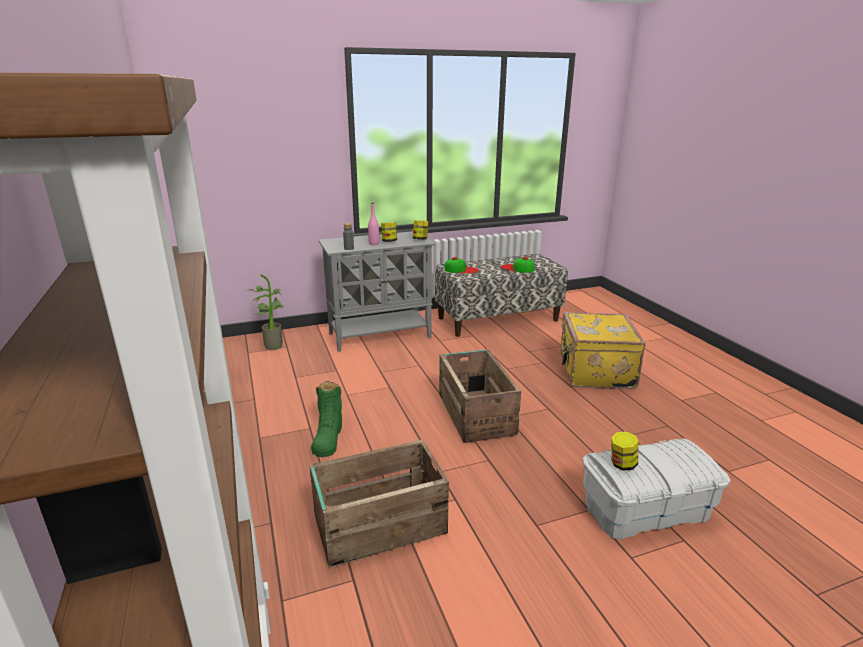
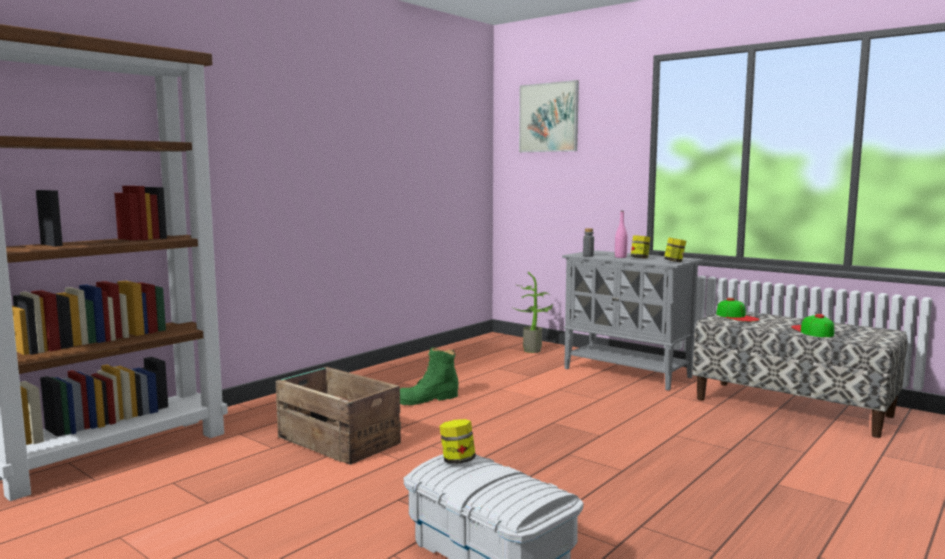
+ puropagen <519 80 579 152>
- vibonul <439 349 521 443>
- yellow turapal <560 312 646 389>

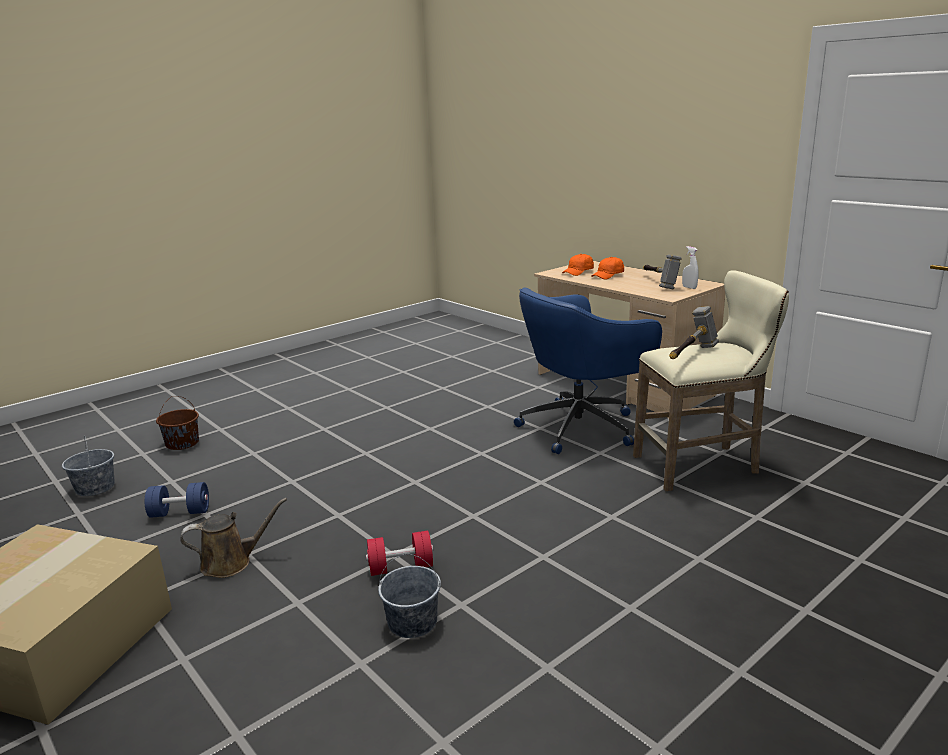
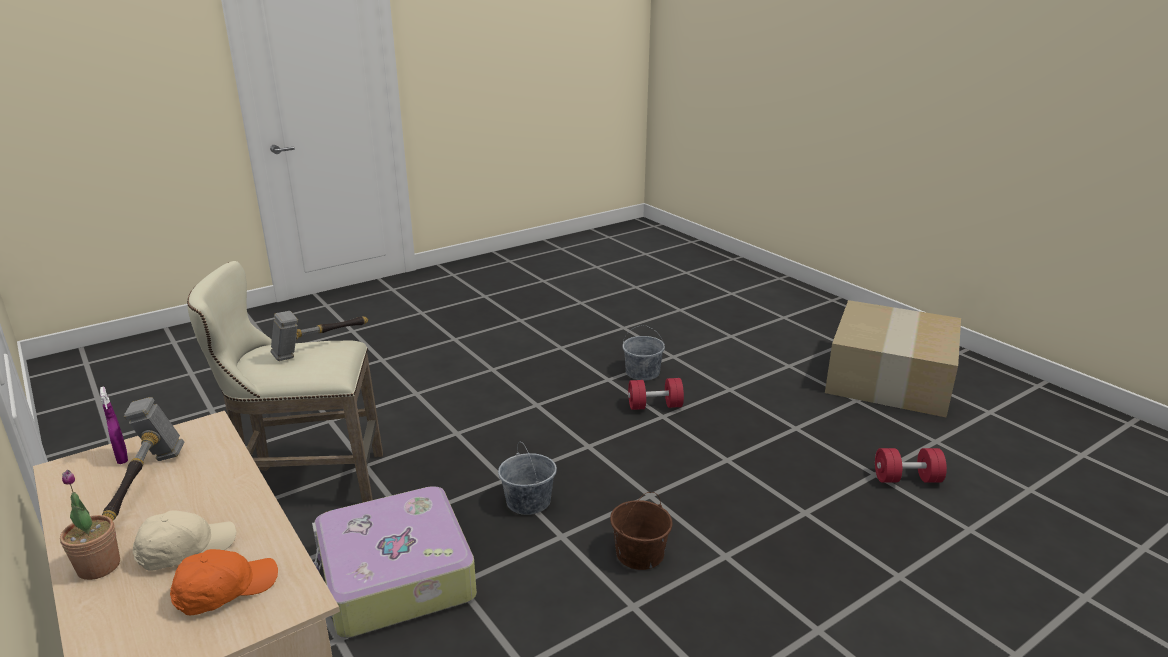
+ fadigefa <60 470 120 580>
~ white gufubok <682 246 699 289> to purple gufubok <100 387 128 464>
~ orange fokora <591 257 624 280> to beige fokora <133 510 236 571>
~ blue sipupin <514 287 662 454> to turapal <312 486 477 638>
~ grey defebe <62 436 115 496> to <498 442 557 515>
~ brown defebe <156 396 199 450> to <610 492 672 570>
~ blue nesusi <145 482 209 518> to red nesusi <875 448 947 483>
- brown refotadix <180 498 287 578>

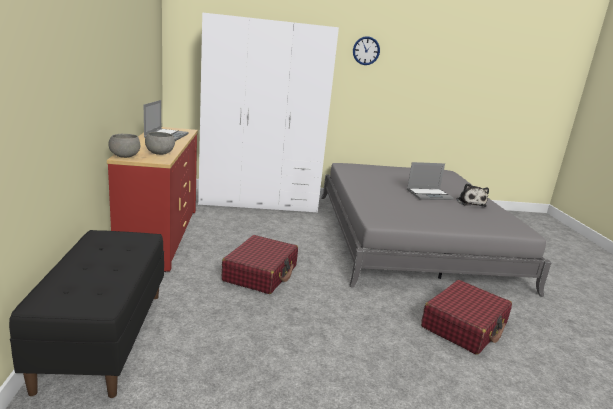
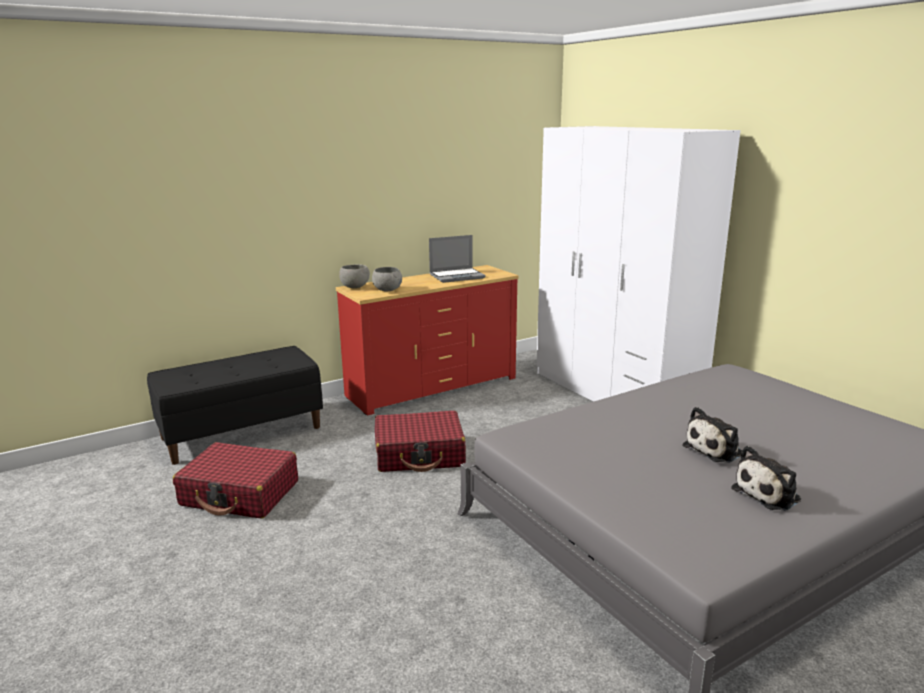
~ red turapal <421 280 512 355> to <173 442 298 519>
~ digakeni <407 162 453 200> to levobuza <683 407 742 463>
- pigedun <353 36 380 65>

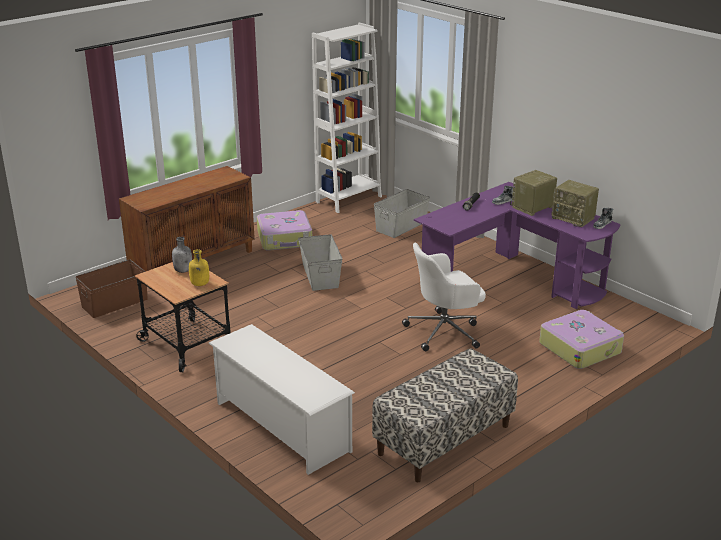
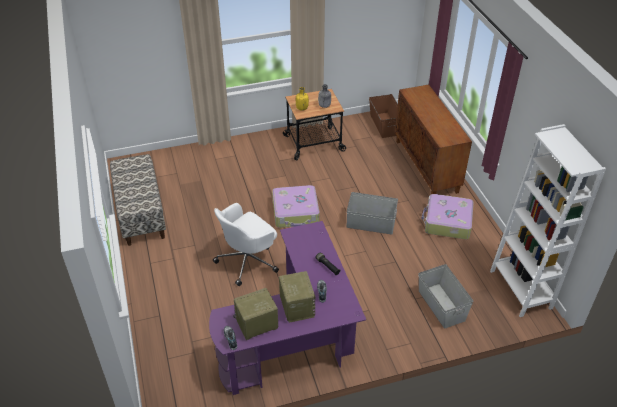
~ white sipupin <402 243 486 352> = <213 203 279 286> 135 degrees counterclockwise
~ turapal <539 310 624 369> to <272 185 320 228>
- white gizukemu <209 324 355 475>

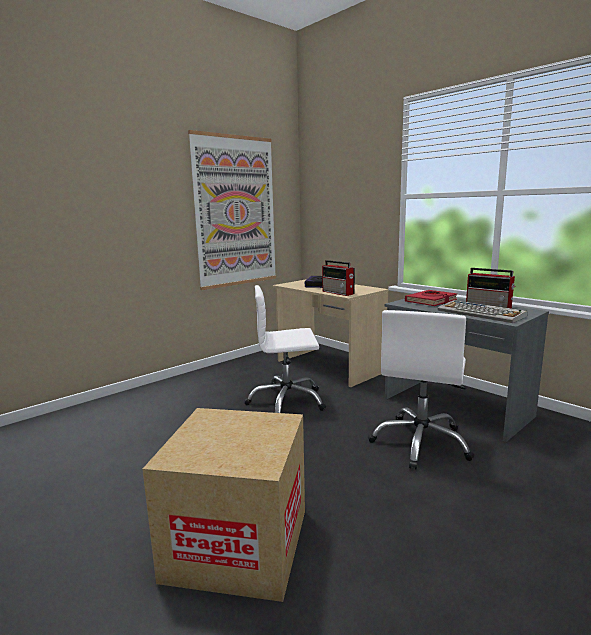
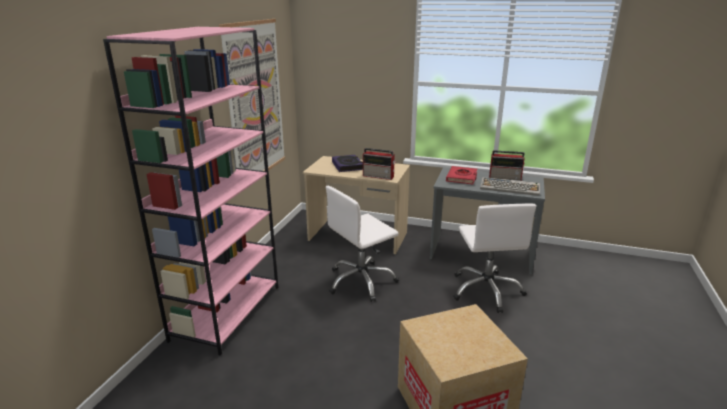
+ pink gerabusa <103 27 278 356>

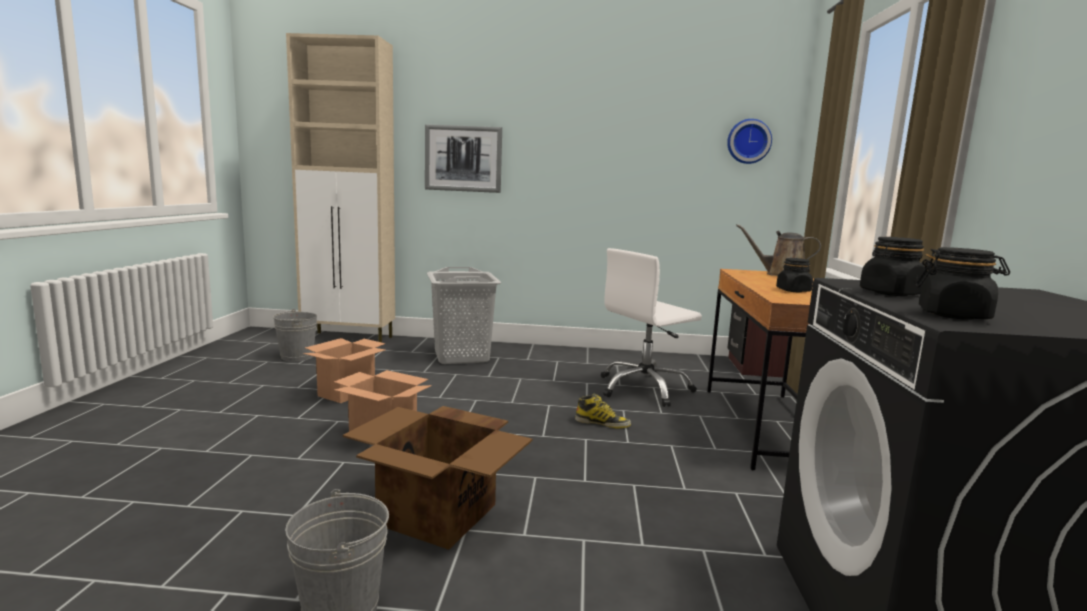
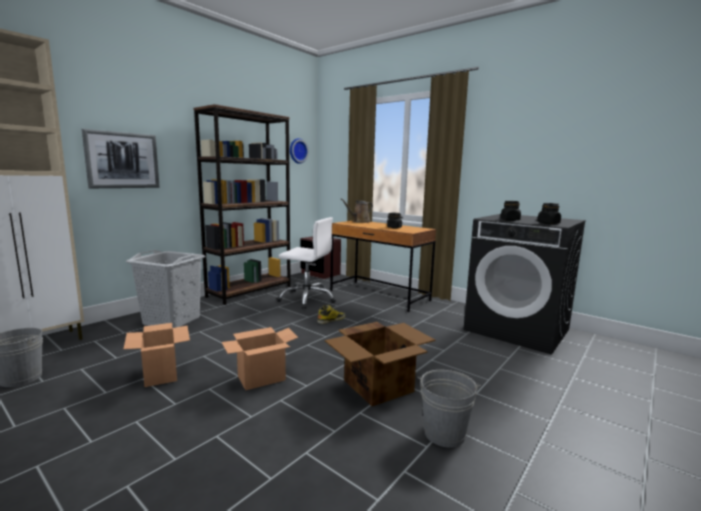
+ brown gerabusa <194 104 291 305>
~ white sipupin <601 248 702 407> = <277 217 336 309> 75 degrees counterclockwise

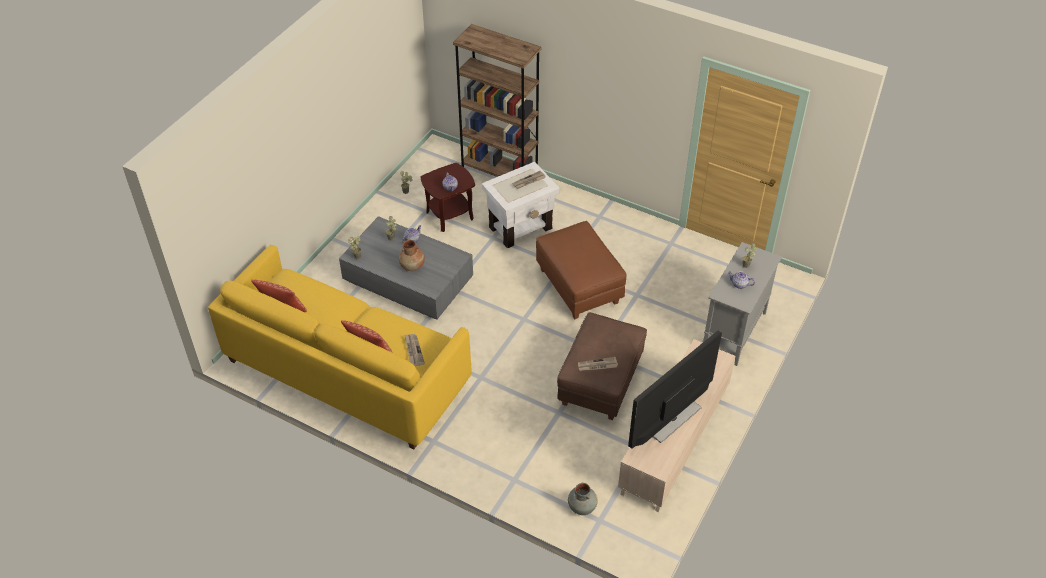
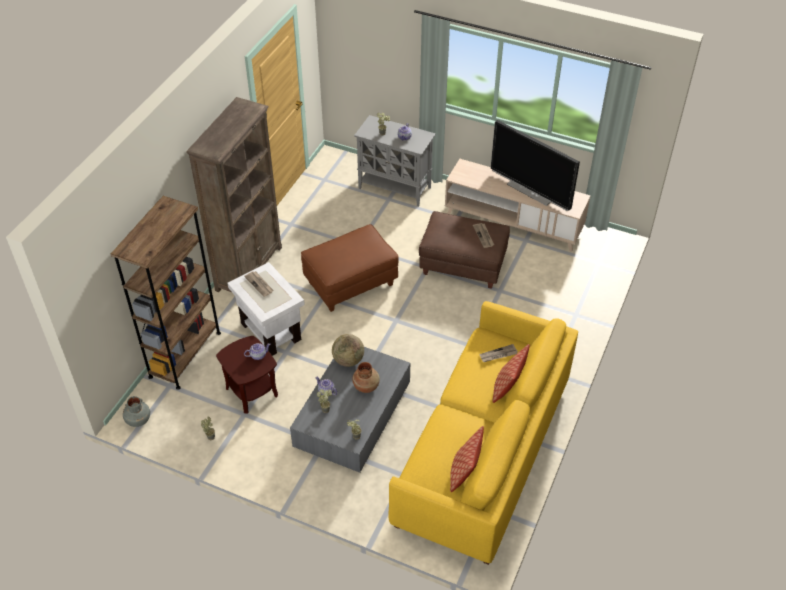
~ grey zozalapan <568 483 597 515> to <123 396 150 427>
+ brown gerabusa <187 97 282 292>
+ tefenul <332 334 364 367>

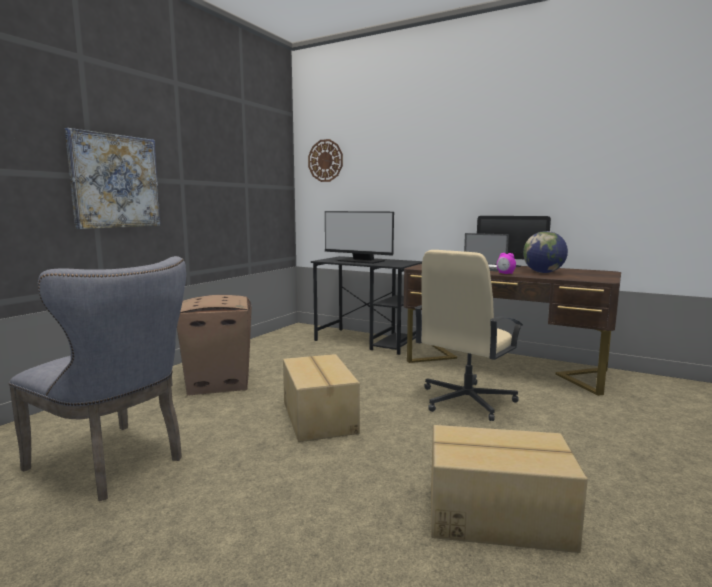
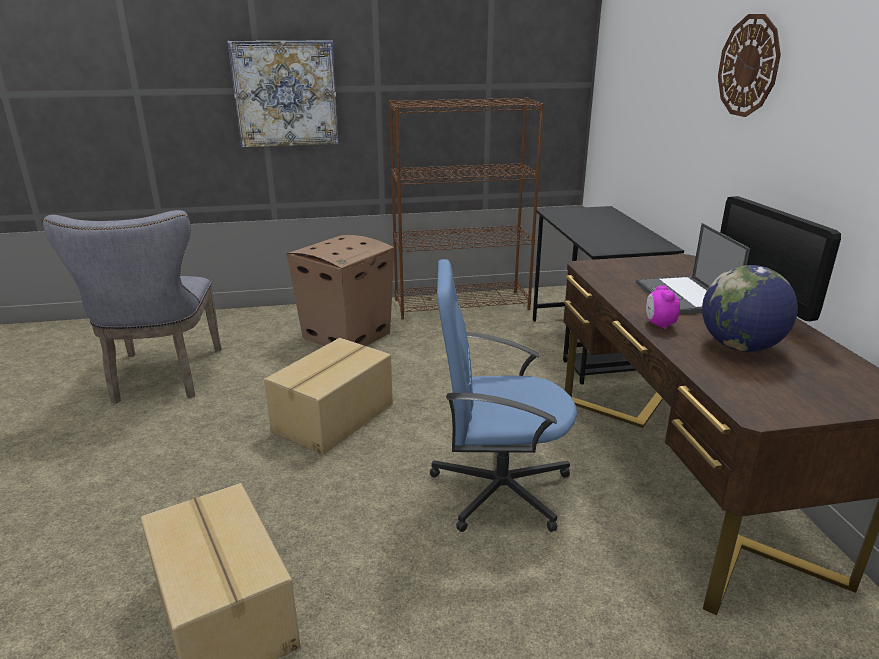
+ brown gerabusa <389 97 544 319>
~ beige sipupin <414 250 523 421> to blue sipupin <429 259 577 532>
~ pigedun <308 139 343 182> to <718 14 781 117>
- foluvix <325 211 394 264>

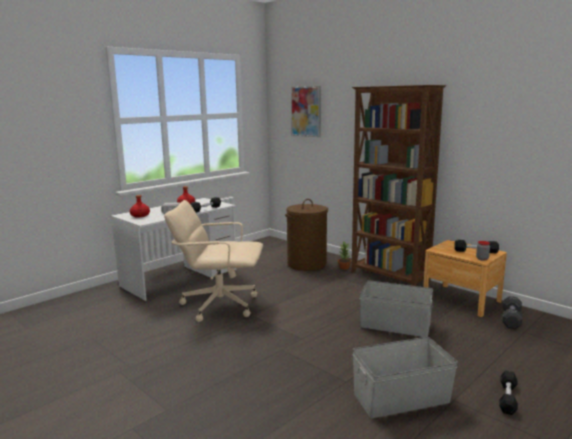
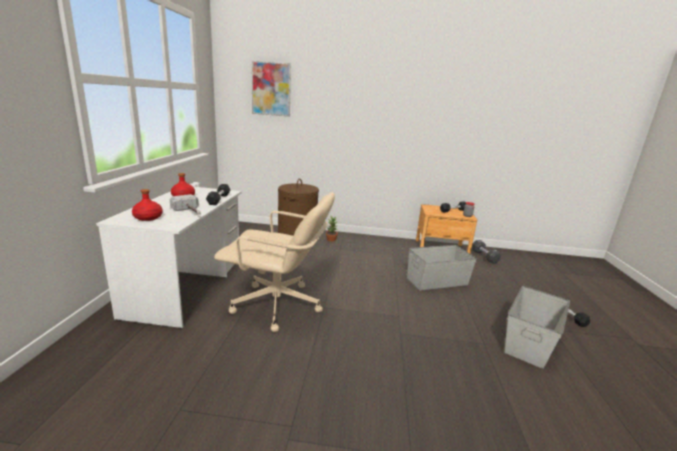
~ beige sipupin <164 200 263 322> = <214 193 335 332> 135 degrees counterclockwise
- brown gerabusa <351 85 446 286>

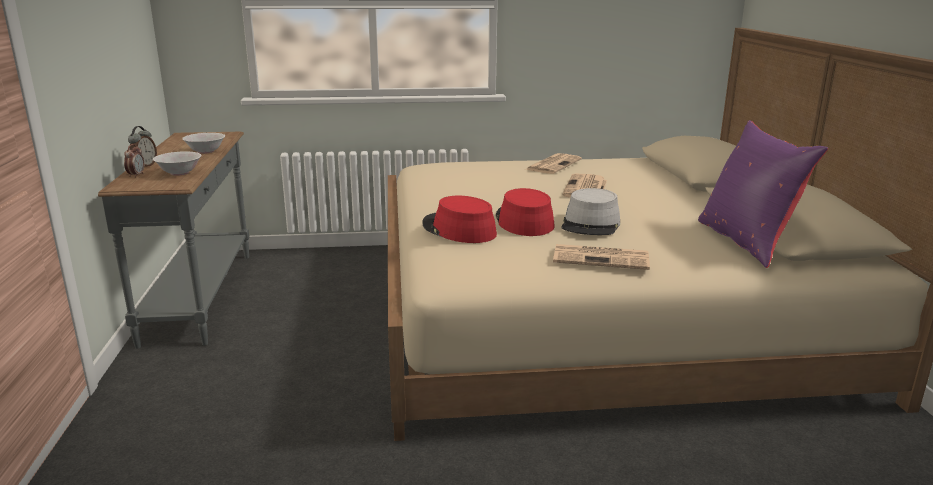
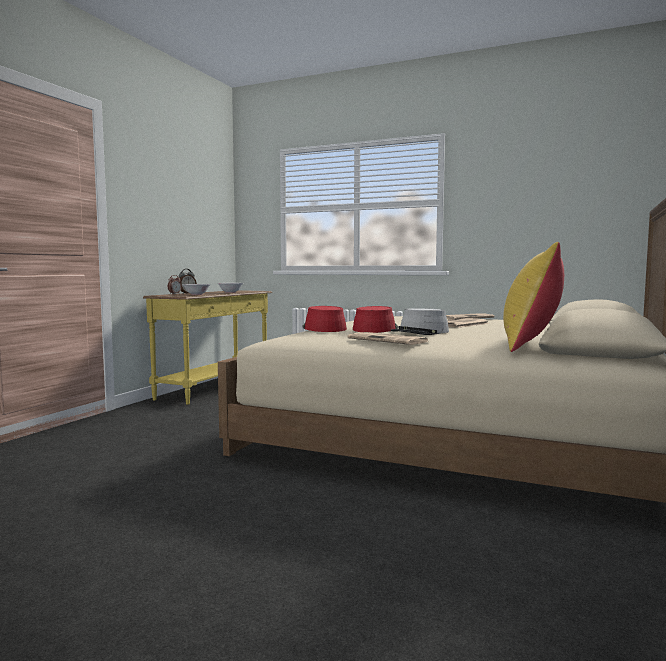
~ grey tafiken <98 132 249 349> to yellow tafiken <143 290 272 405>
~ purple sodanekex <698 120 828 268> to yellow sodanekex <503 242 564 352>

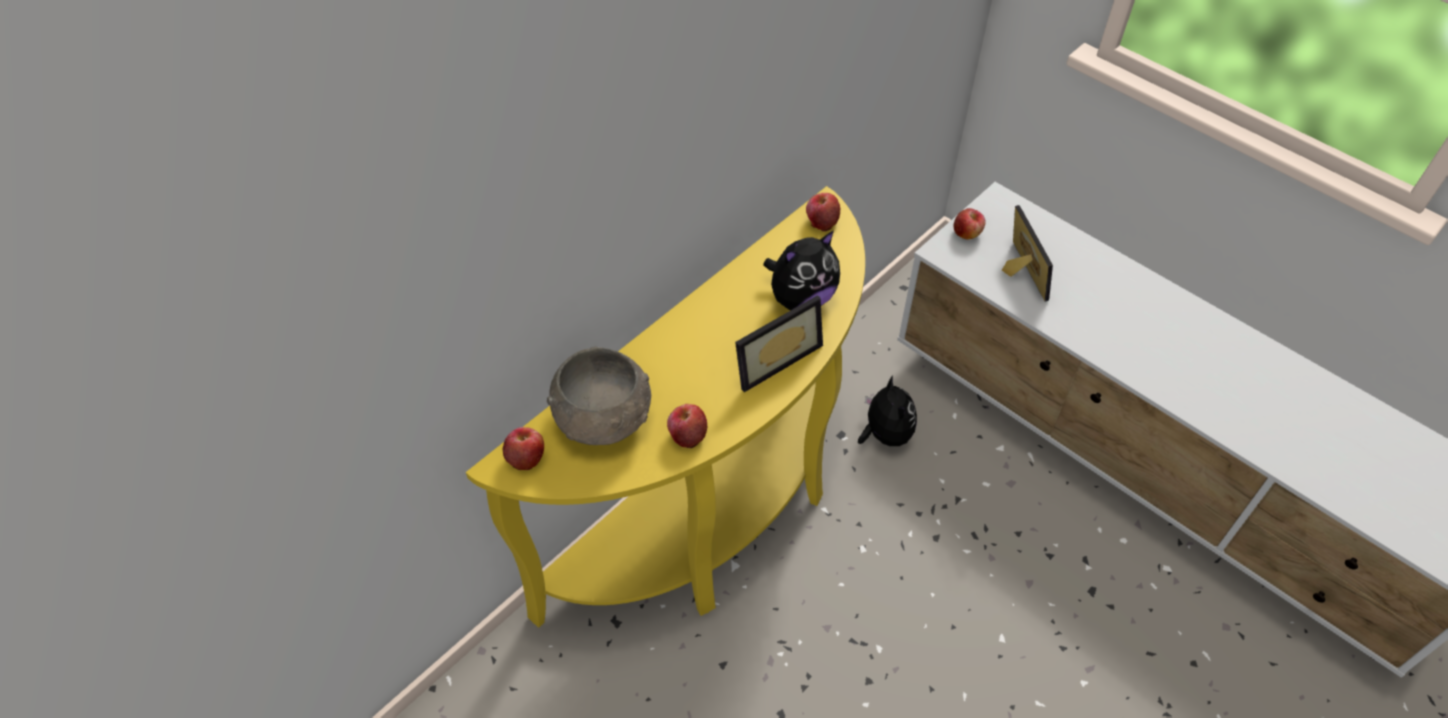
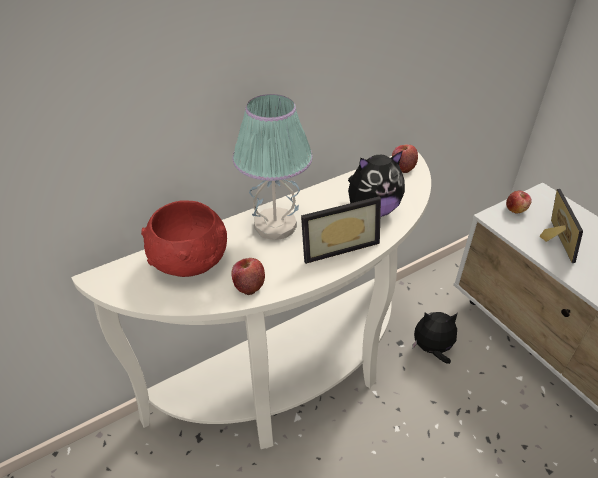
~ yellow tafiken <466 186 865 628> to white tafiken <71 151 431 449>
~ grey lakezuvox <547 346 651 445> to red lakezuvox <141 200 227 277>
+ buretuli <232 94 313 240>
~ levobuza <858 375 917 446> = <412 312 457 364> 90 degrees counterclockwise
- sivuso <503 427 544 470>

